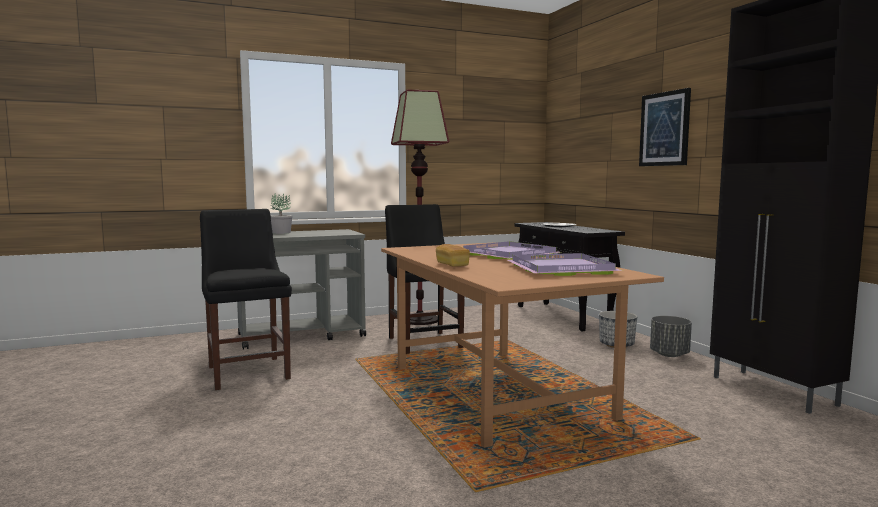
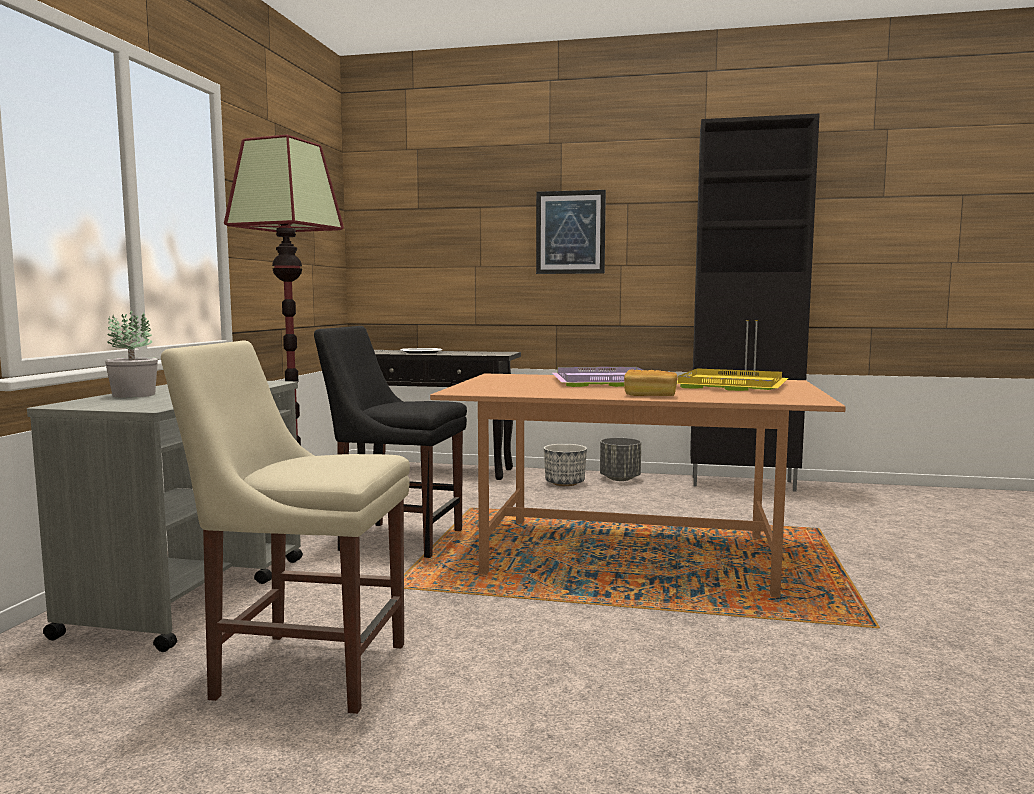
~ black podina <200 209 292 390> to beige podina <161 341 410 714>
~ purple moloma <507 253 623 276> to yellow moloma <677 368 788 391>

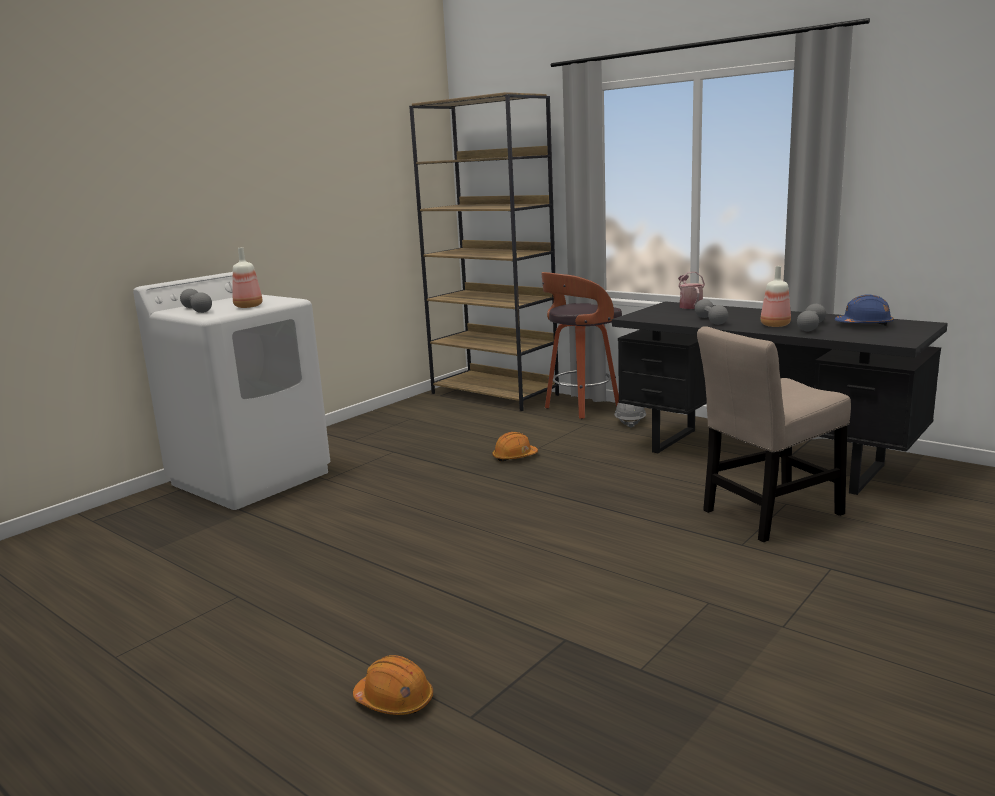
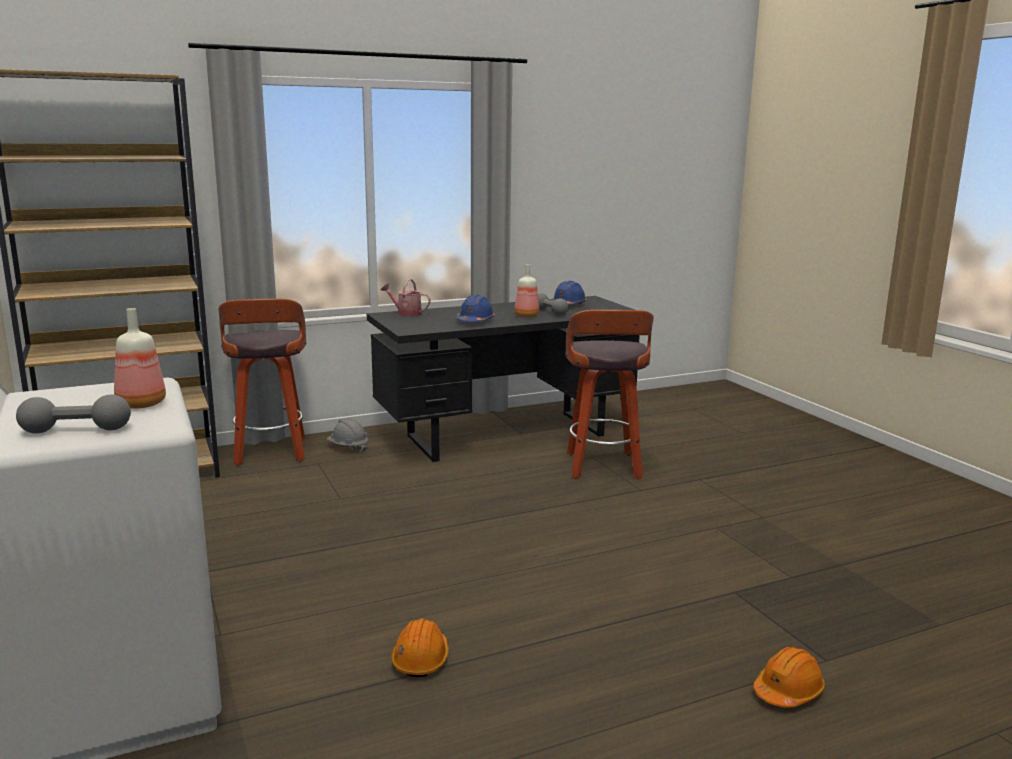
~ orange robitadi <492 432 538 462> to <391 618 449 677>
~ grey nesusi <695 299 728 325> to blue robitadi <456 295 494 322>
~ beige podina <697 326 851 542> to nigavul <566 310 654 479>

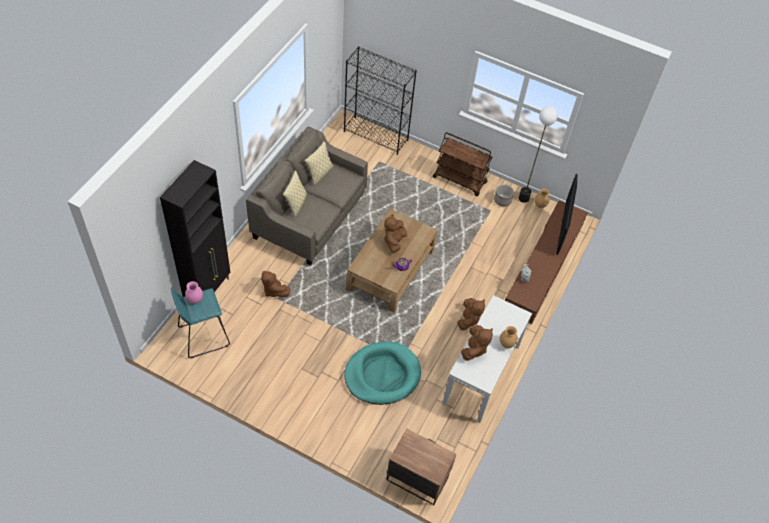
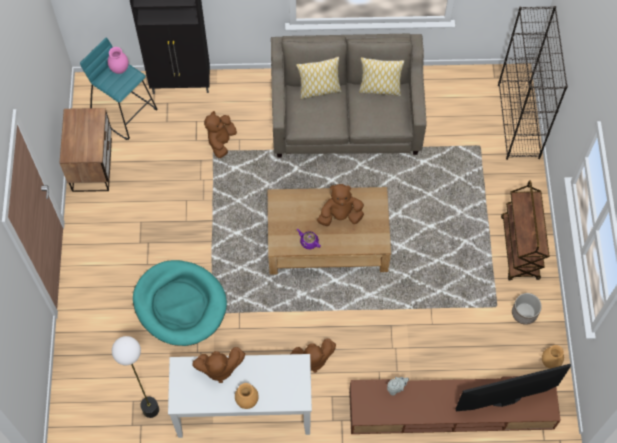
~ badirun <387 429 456 505> to <60 108 112 192>
~ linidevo <519 107 558 203> to <112 336 159 418>

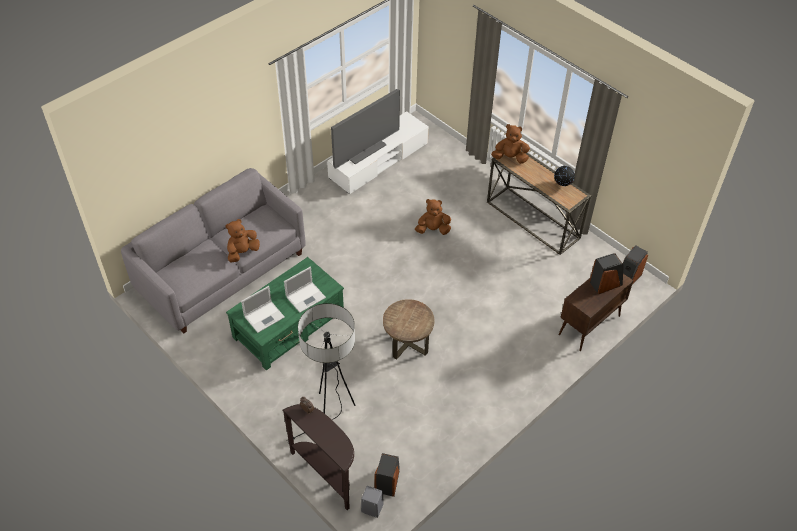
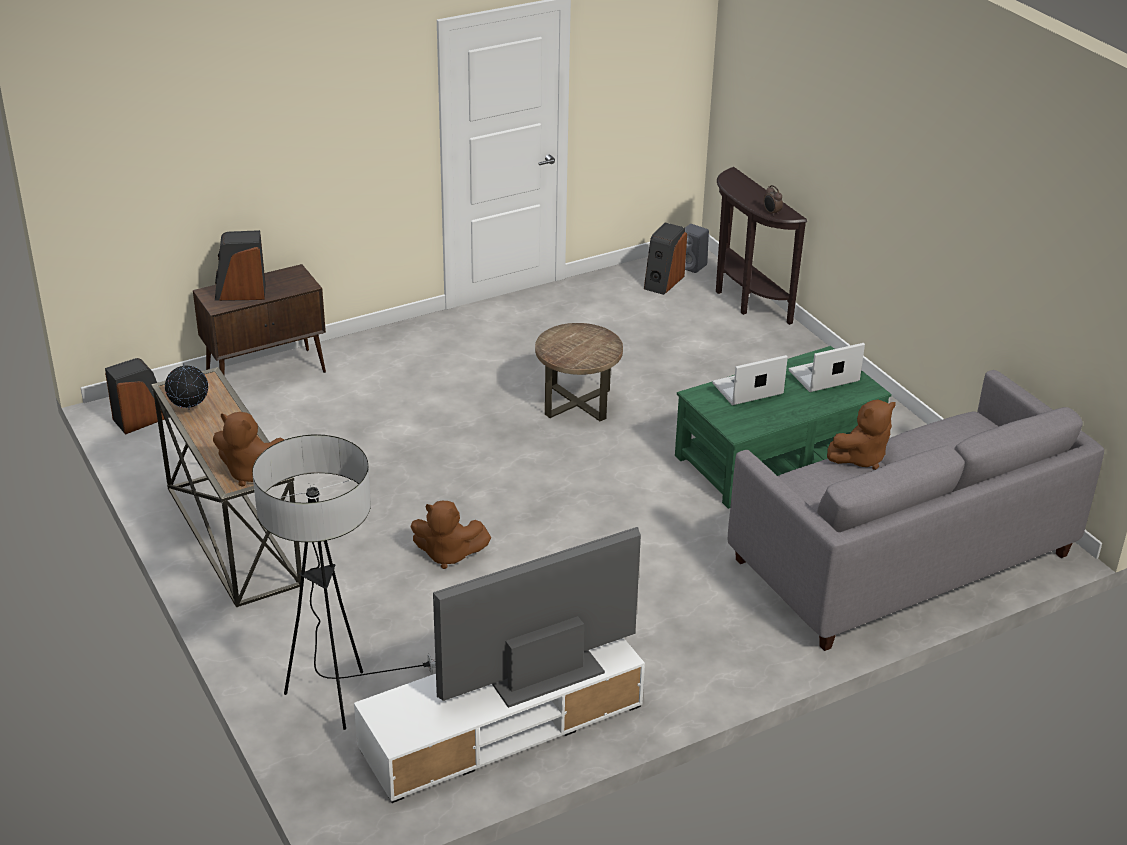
~ linidevo <286 303 356 443> to <252 434 436 730>

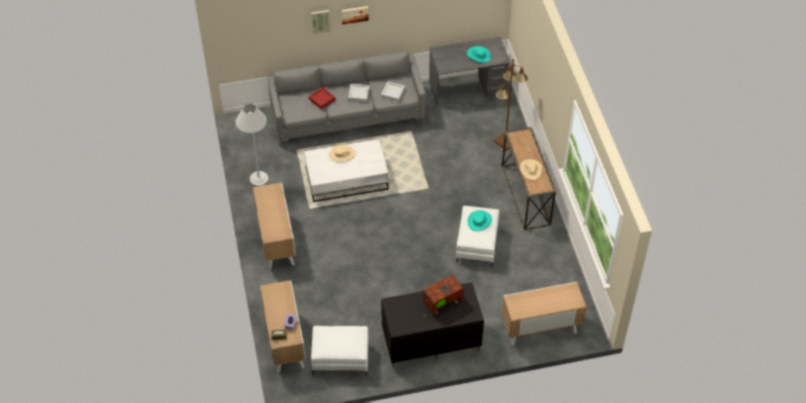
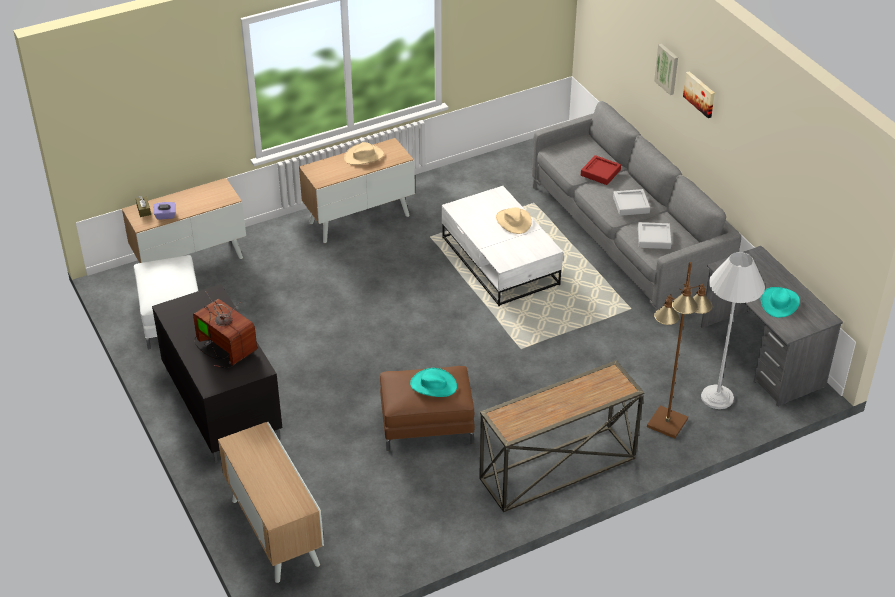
~ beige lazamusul <520 159 543 180> to <344 142 384 165>
~ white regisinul <456 206 499 267> to brown regisinul <380 366 475 451>
~ white linidevo <236 104 268 186> to <701 252 765 409>

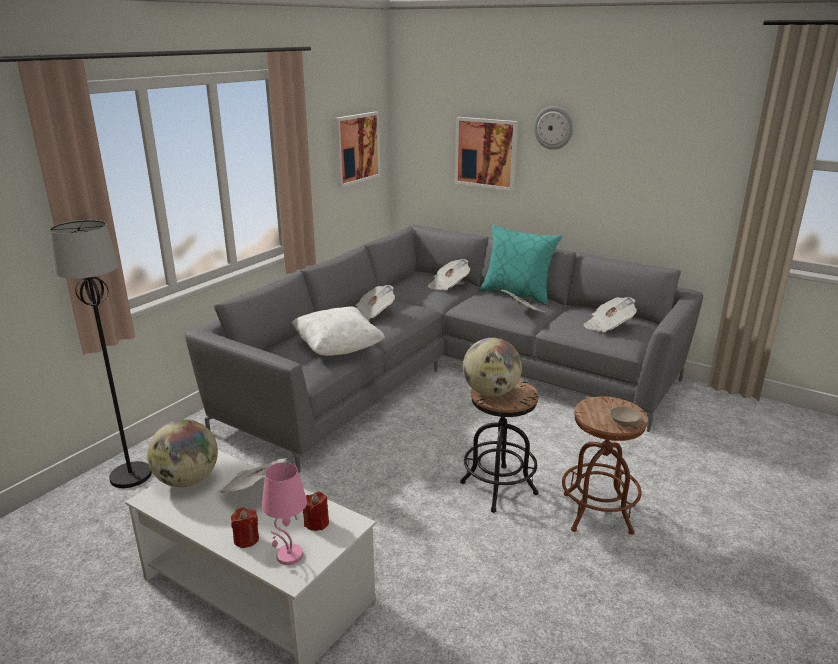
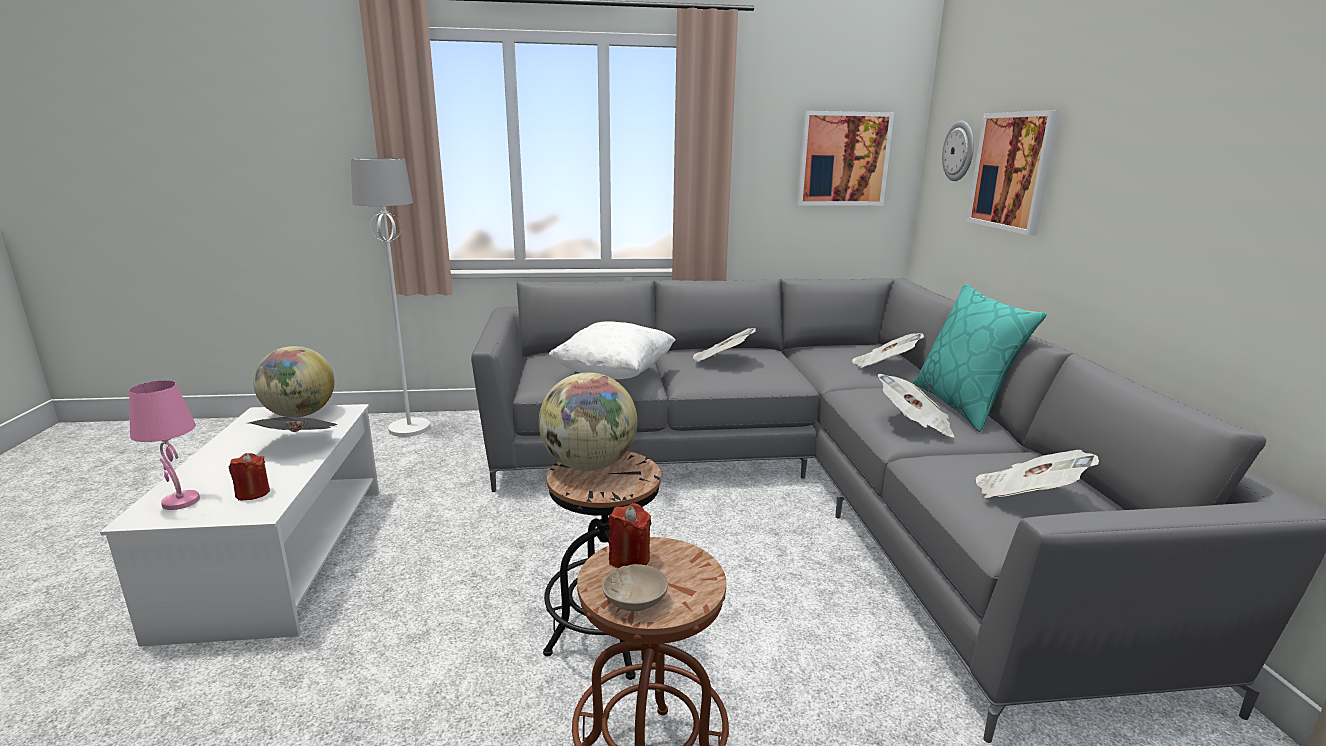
~ black linidevo <50 220 152 488> to white linidevo <351 158 430 437>
~ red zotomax <231 508 259 548> to <609 503 651 568>
~ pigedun <534 106 573 150> to <942 121 974 181>

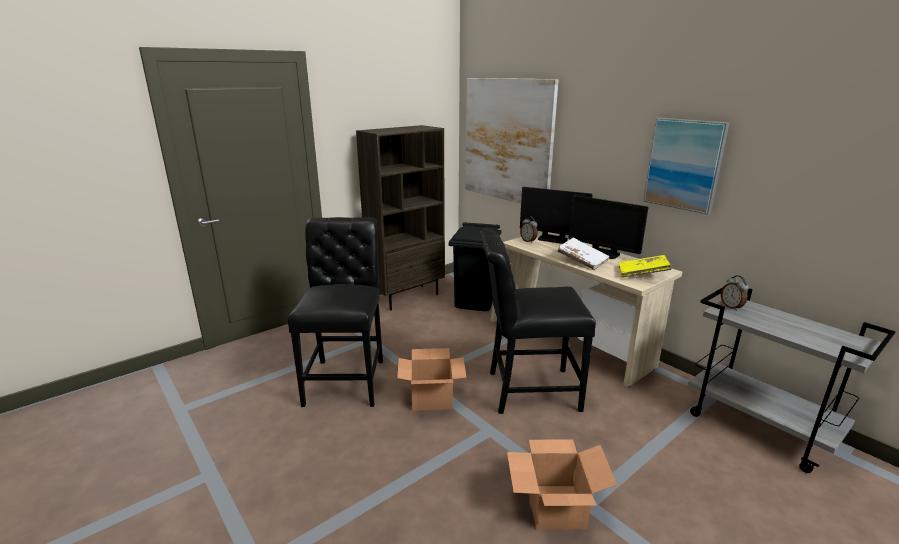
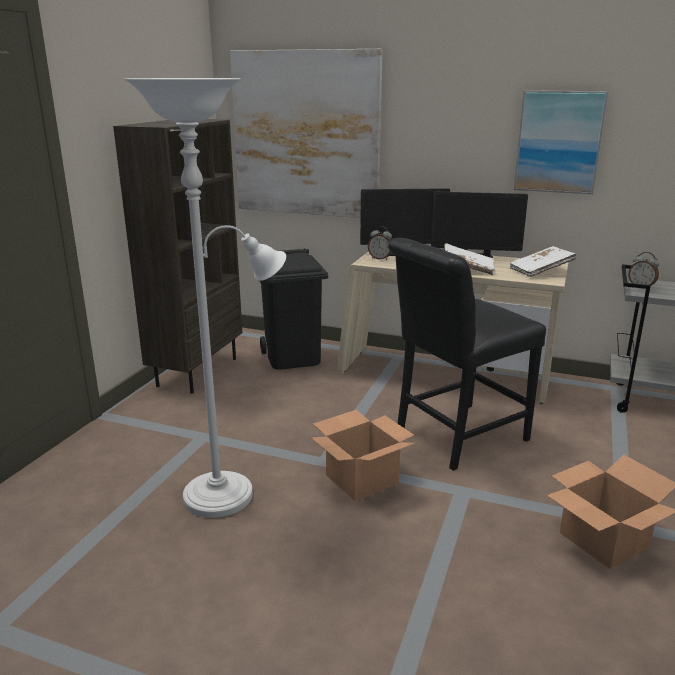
~ black podina <288 217 383 407> to white linidevo <125 78 286 518>
~ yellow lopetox <619 255 671 278> to white lopetox <510 246 577 277>

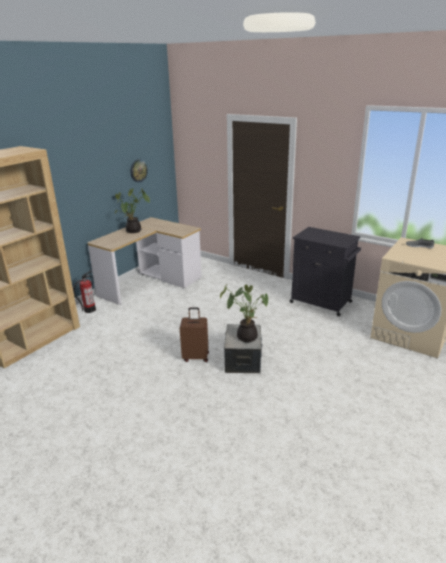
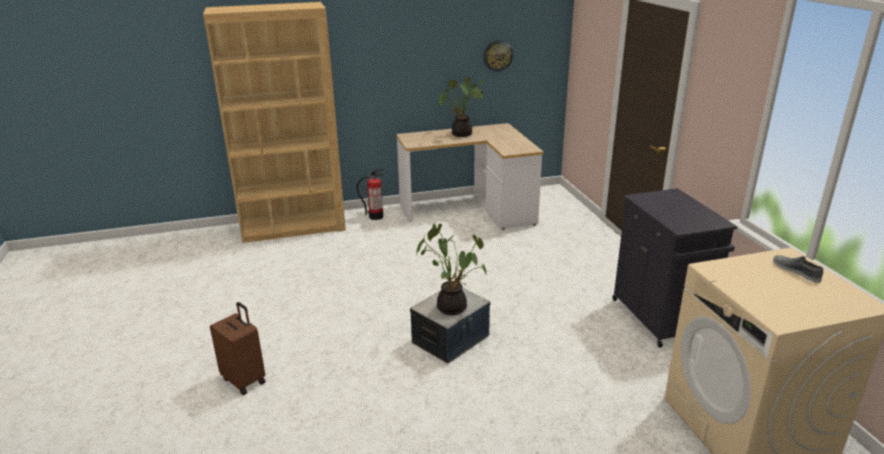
~ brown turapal <180 308 209 362> to <210 302 266 395>

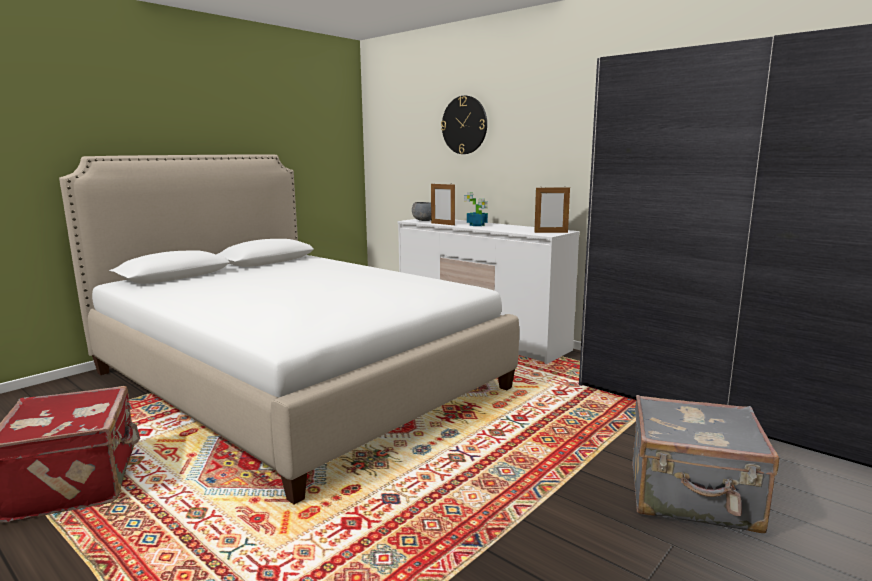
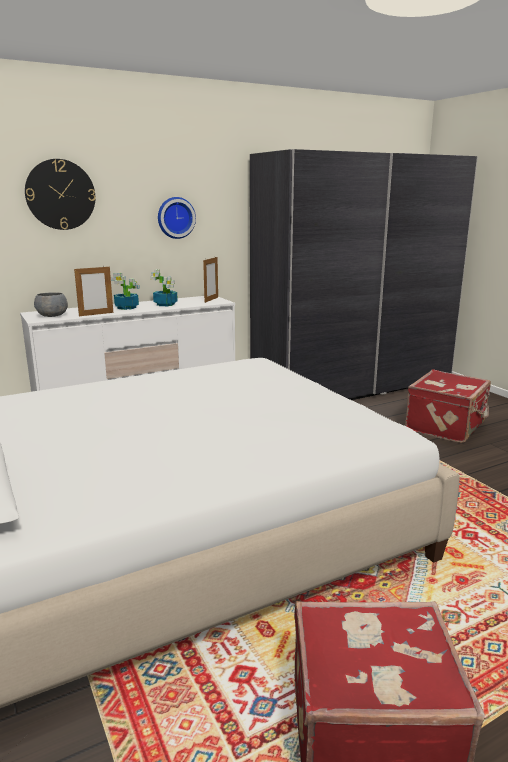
+ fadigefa <150 269 178 306>
+ pigedun <158 197 196 239>
~ grey turapal <632 395 779 533> to red turapal <405 369 491 443>

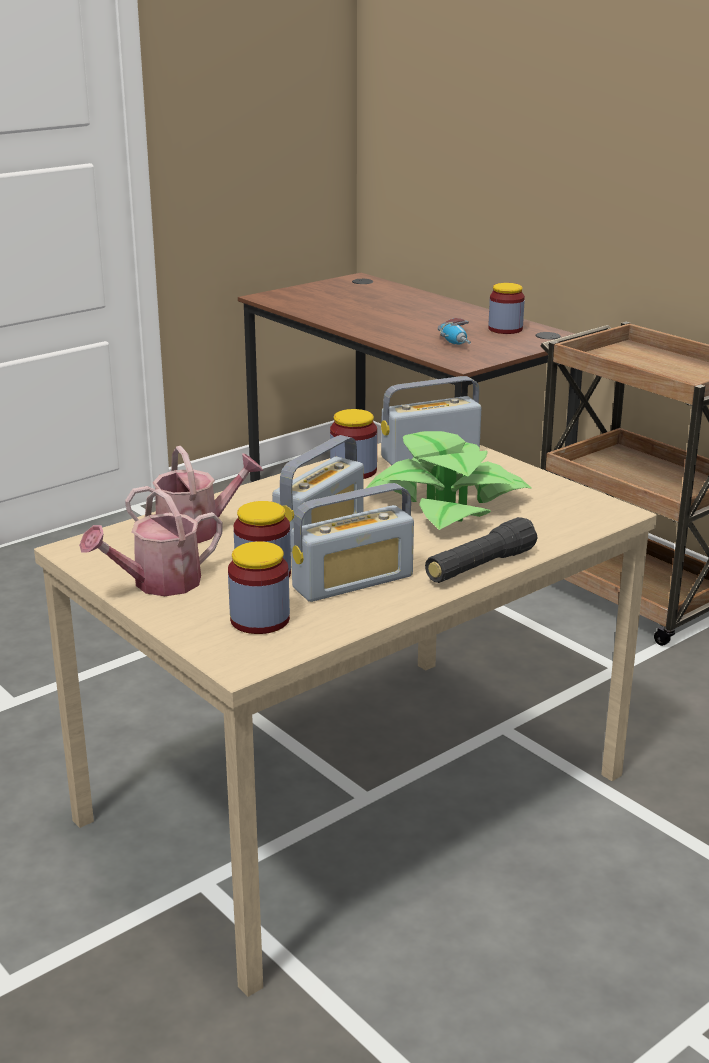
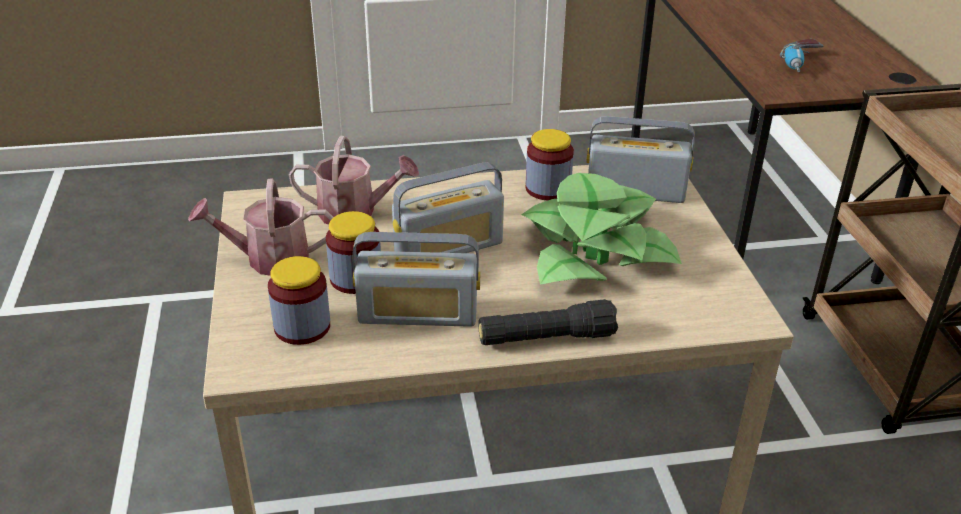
- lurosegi <488 283 525 334>

